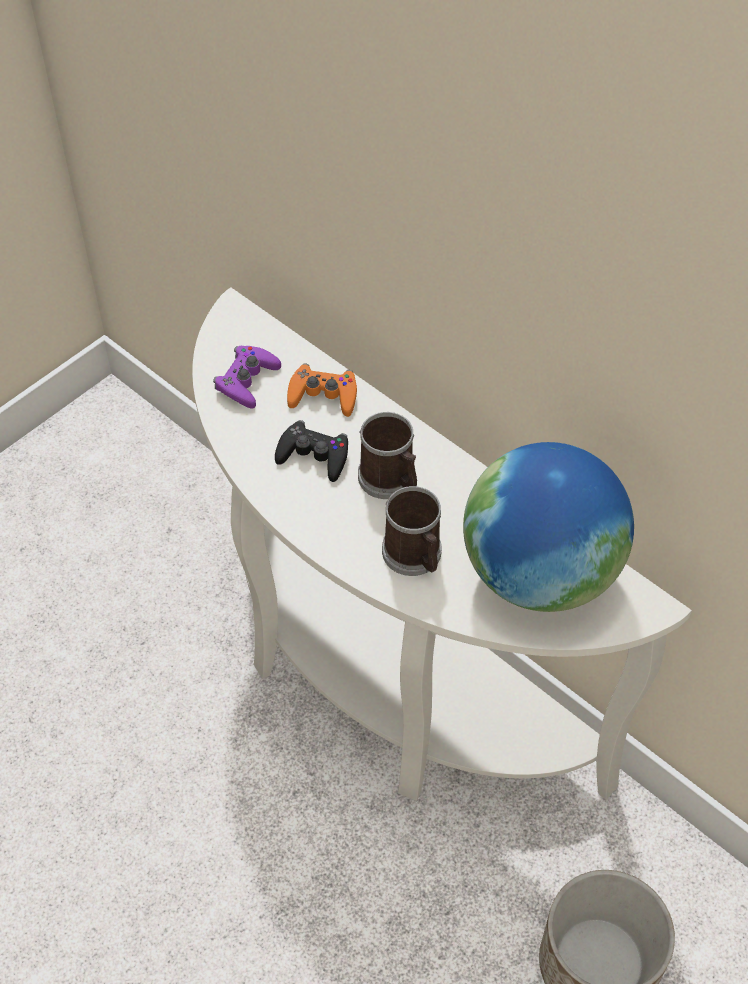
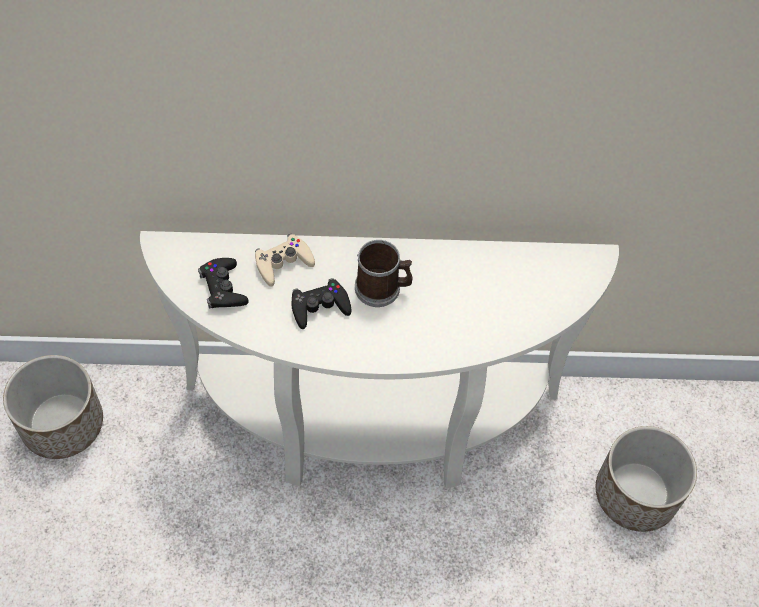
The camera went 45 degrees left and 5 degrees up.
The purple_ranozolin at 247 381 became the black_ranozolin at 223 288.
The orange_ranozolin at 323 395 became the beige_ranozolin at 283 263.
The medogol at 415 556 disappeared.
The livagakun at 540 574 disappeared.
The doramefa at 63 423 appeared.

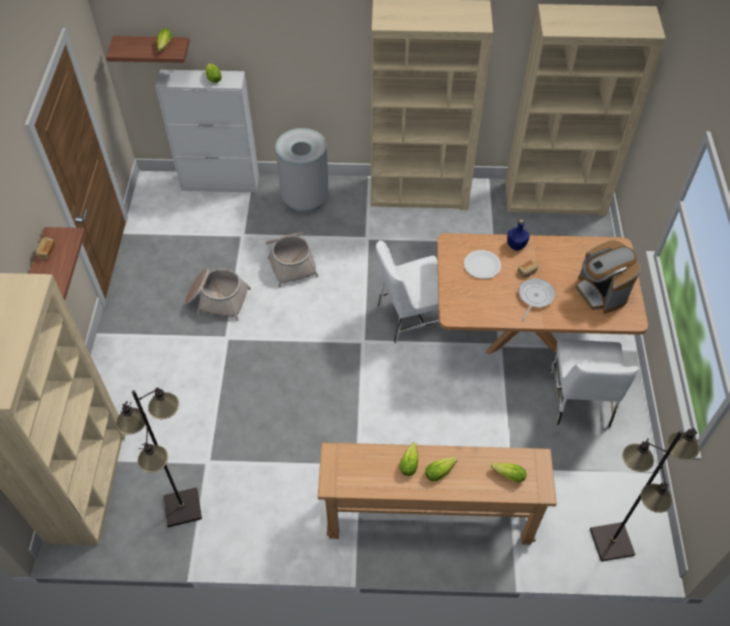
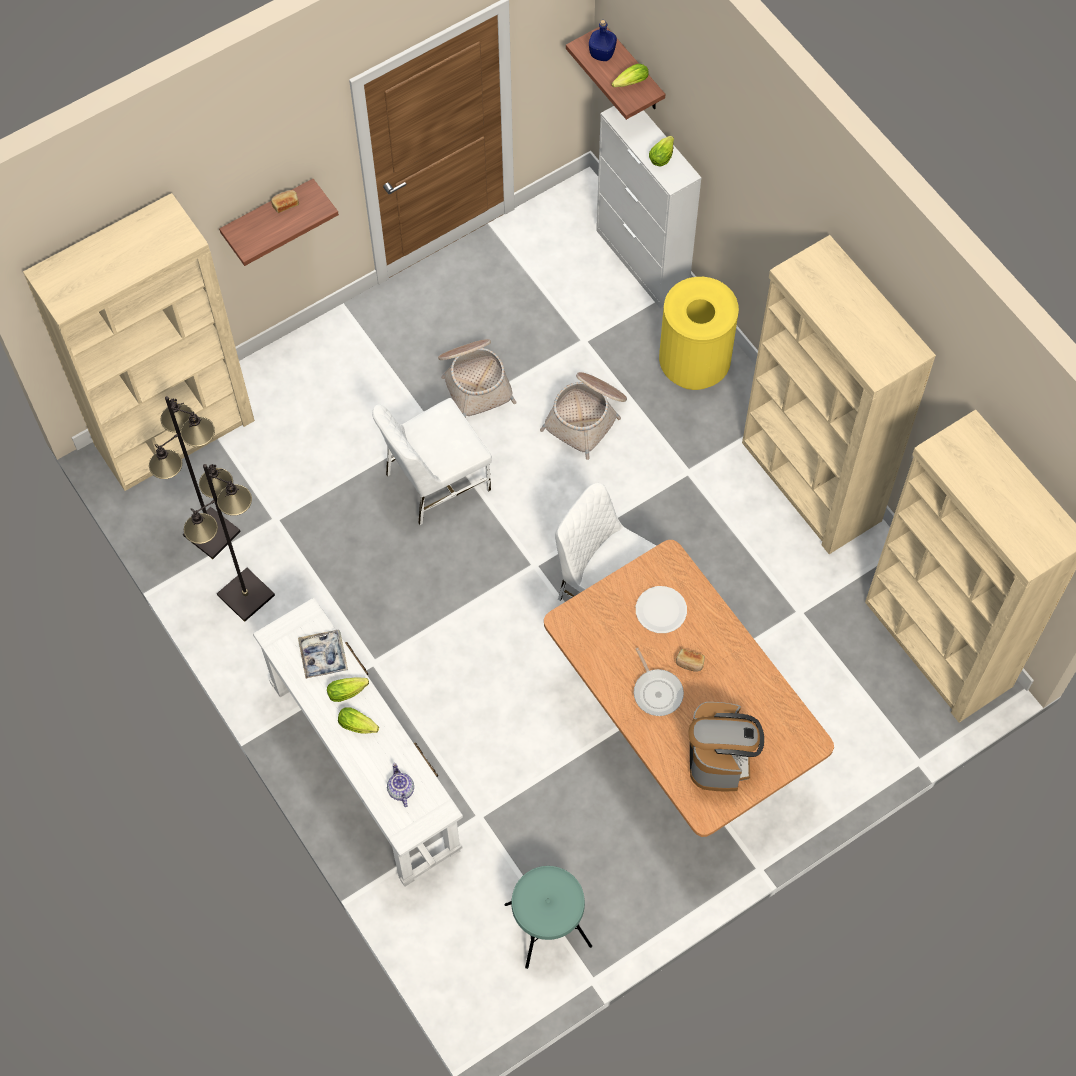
The camera went 55 degrees right and 10 degrees up.
The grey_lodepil at 305 198 became the yellow_lodepil at 694 365.
The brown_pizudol at 429 516 became the white_pizudol at 366 768.
The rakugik at 507 474 was replaced by the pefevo at 400 790.
The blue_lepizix moved from 516 245 to 602 53.
The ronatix at 535 297 turned 75 degrees clockwise.
The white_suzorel moved from 580 400 to 435 481.
The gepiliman at 600 292 turned 150 degrees clockwise.
The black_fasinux moved from 612 542 to 246 596.
The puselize at 323 656 appeared.
The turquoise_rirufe at 548 925 appeared.

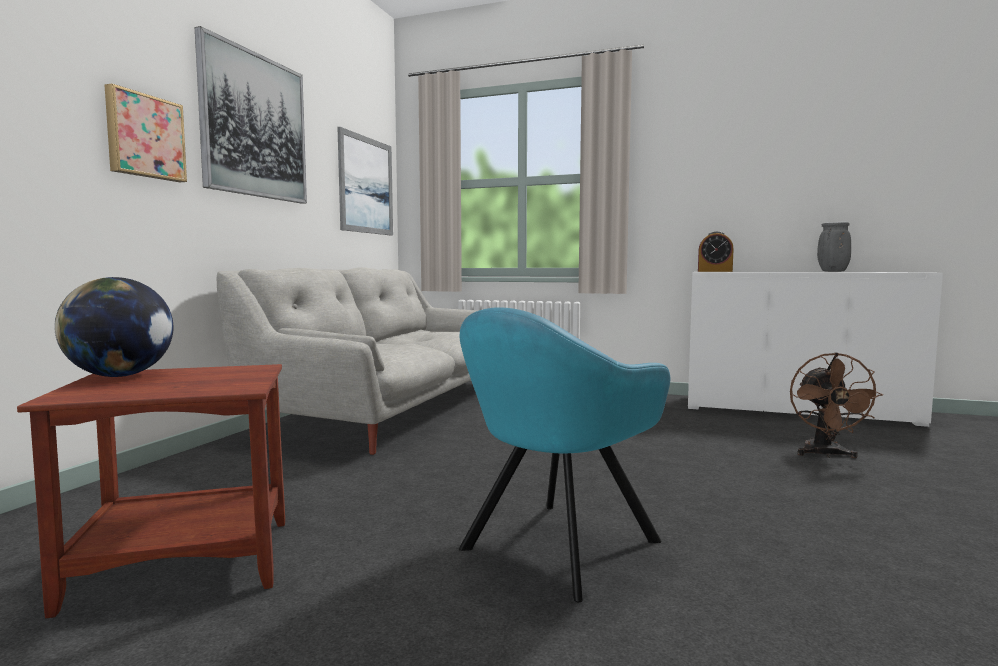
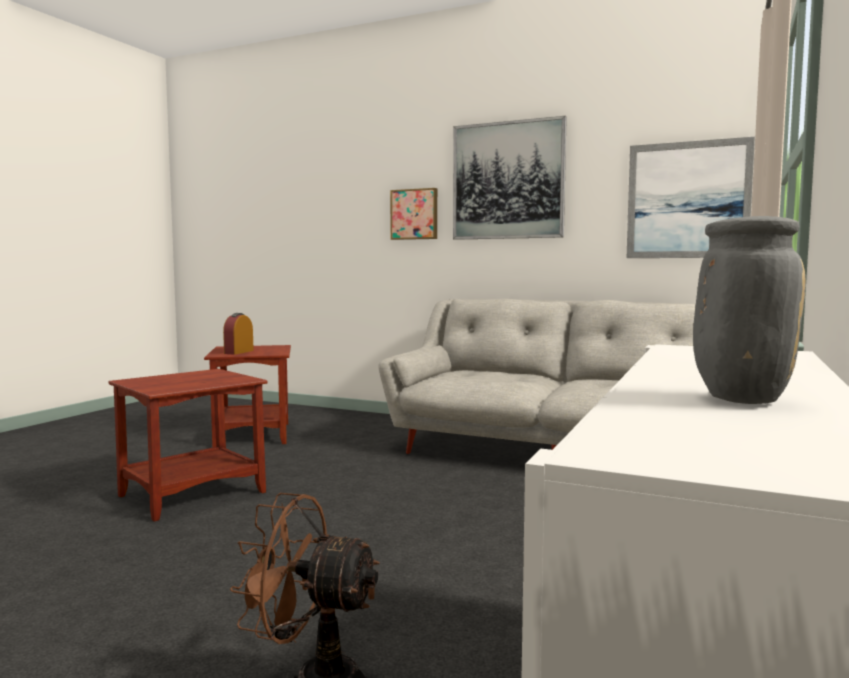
The camera went 95 degrees right and 0 degrees up.
The livagakun at 120 376 disappeared.
The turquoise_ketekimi at 555 548 was replaced by the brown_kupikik at 191 493.
The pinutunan moved from 714 271 to 239 352.

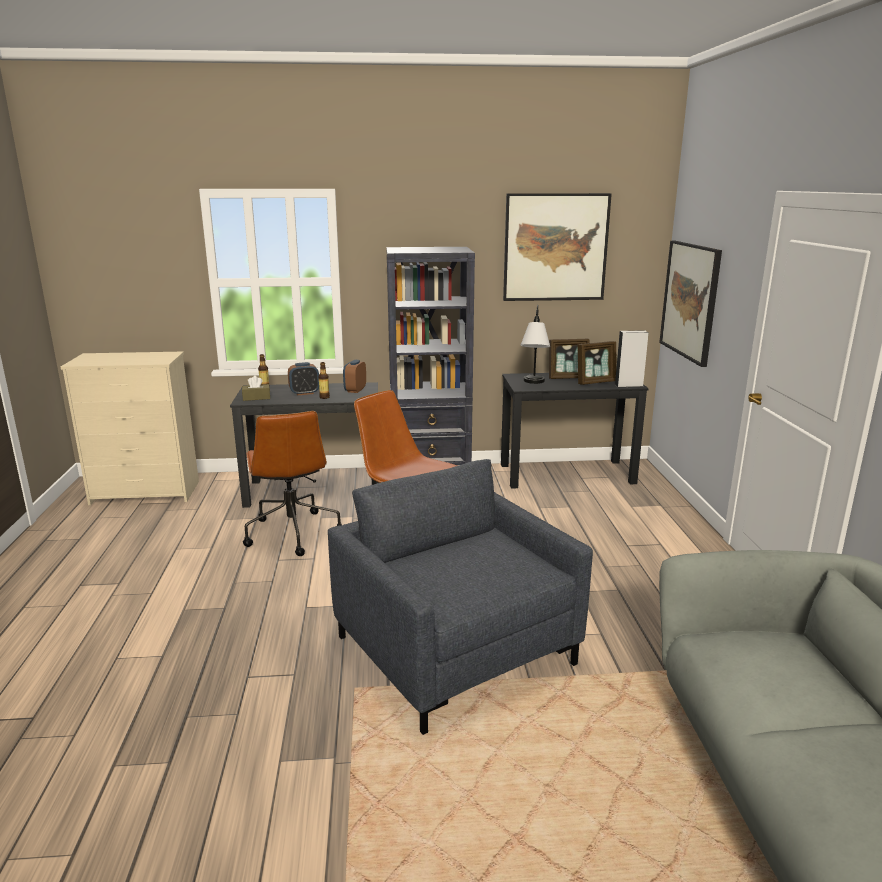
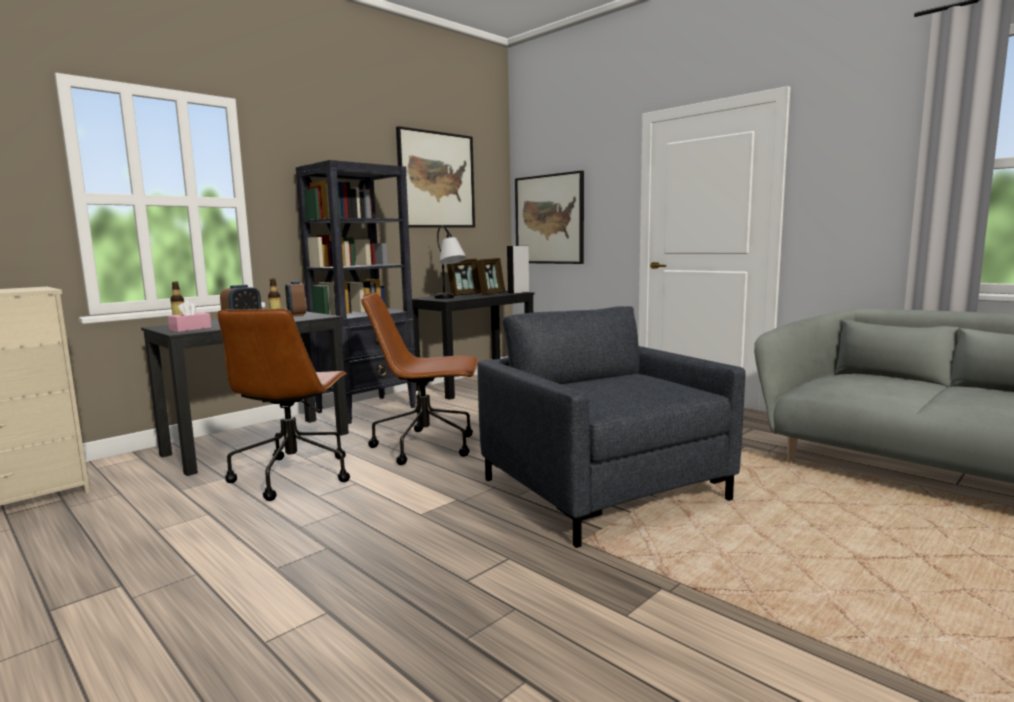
The camera went 40 degrees left and 10 degrees down.
The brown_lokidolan at 256 398 became the pink_lokidolan at 190 329.
The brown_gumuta at 292 532 turned 60 degrees clockwise.
The grey_ketekimi at 456 650 turned 45 degrees clockwise.

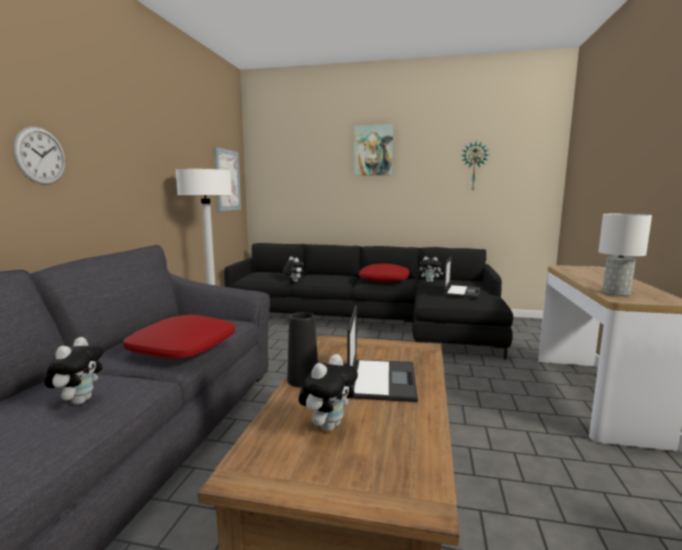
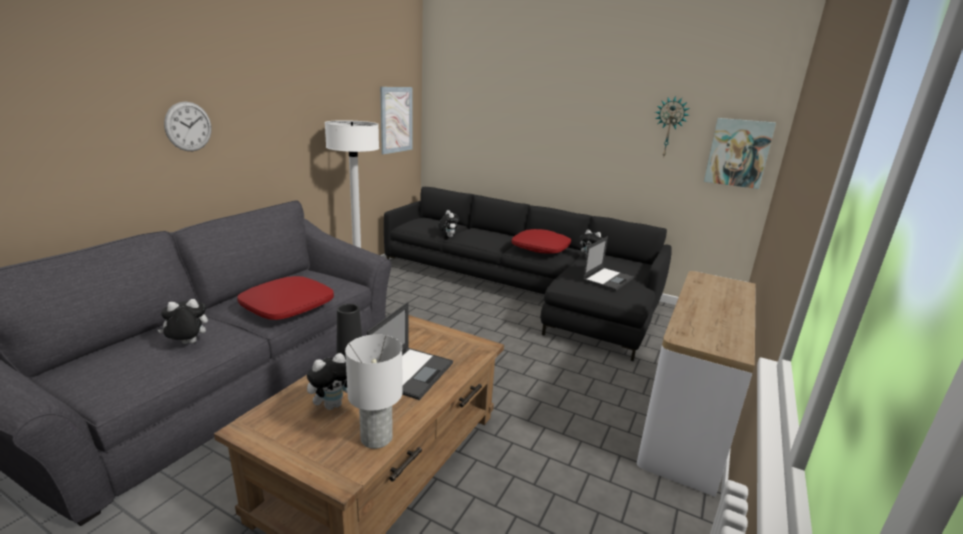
The camera went 15 degrees right and 10 degrees up.
The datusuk at 79 401 turned 135 degrees counterclockwise.
The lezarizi moved from 373 150 to 738 153.
The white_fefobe moved from 615 293 to 375 438.

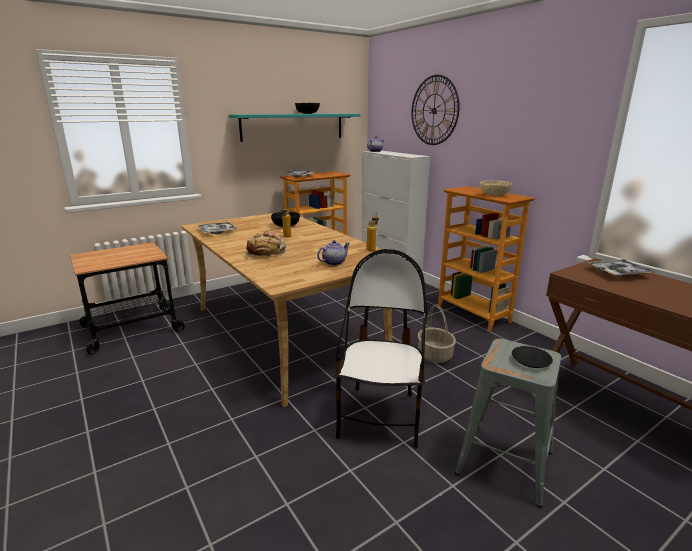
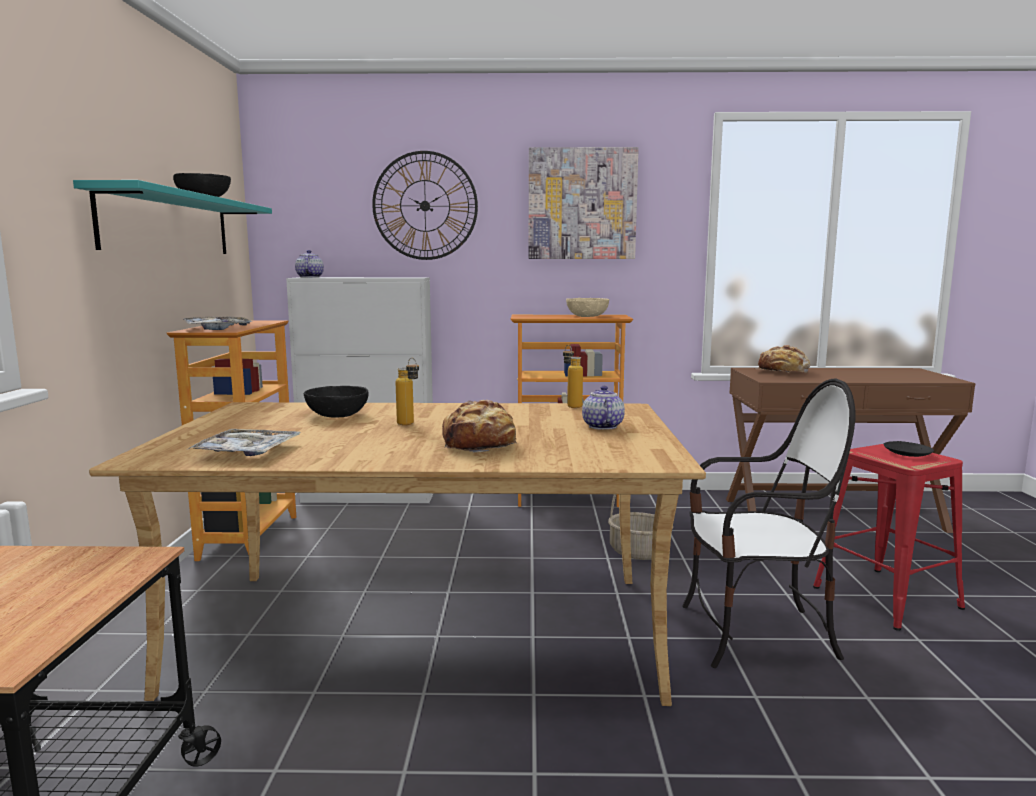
The camera went 55 degrees left and 10 degrees down.
The suzorel at 380 417 turned 135 degrees clockwise.
The grey_rirufe at 506 462 became the red_rirufe at 887 597.
The puselize at 618 273 was replaced by the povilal at 783 372.
The lezarizi at 582 204 appeared.

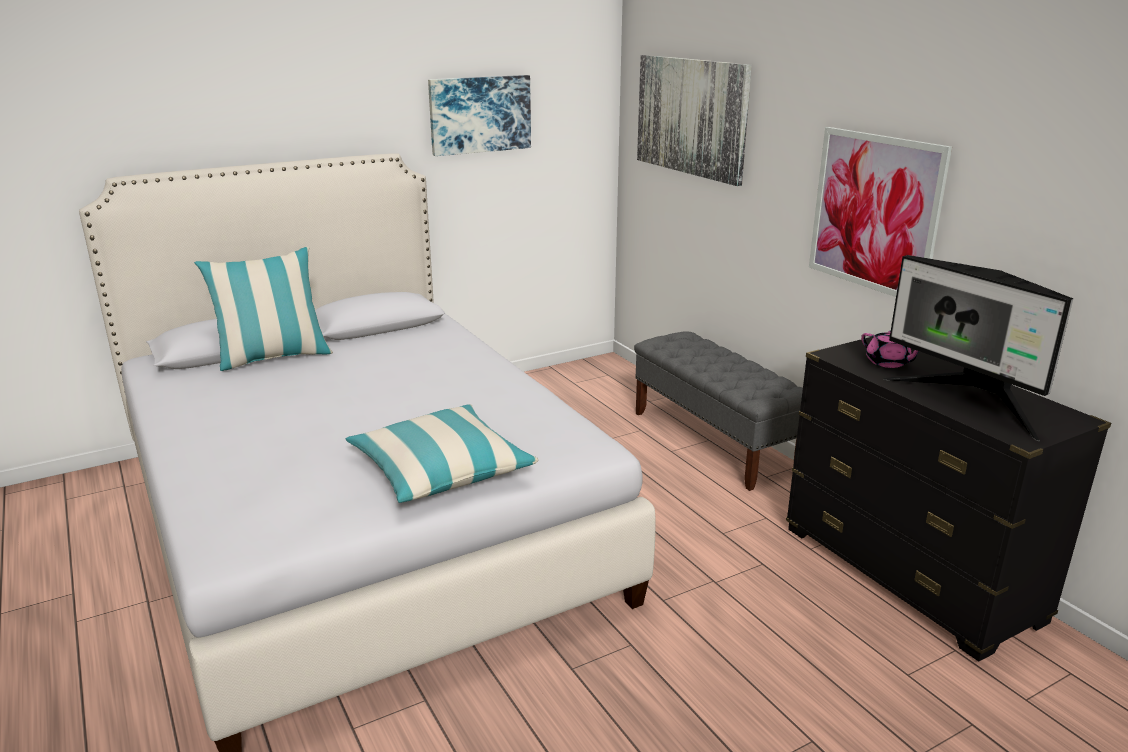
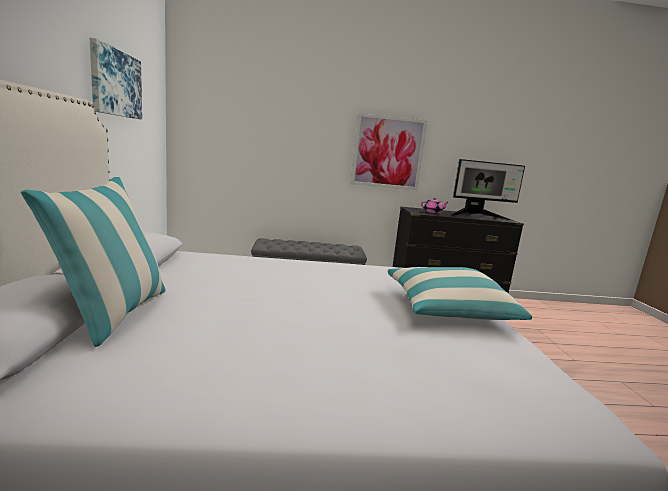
The camera went 65 degrees left and 10 degrees down.
The lezarizi at 691 116 disappeared.

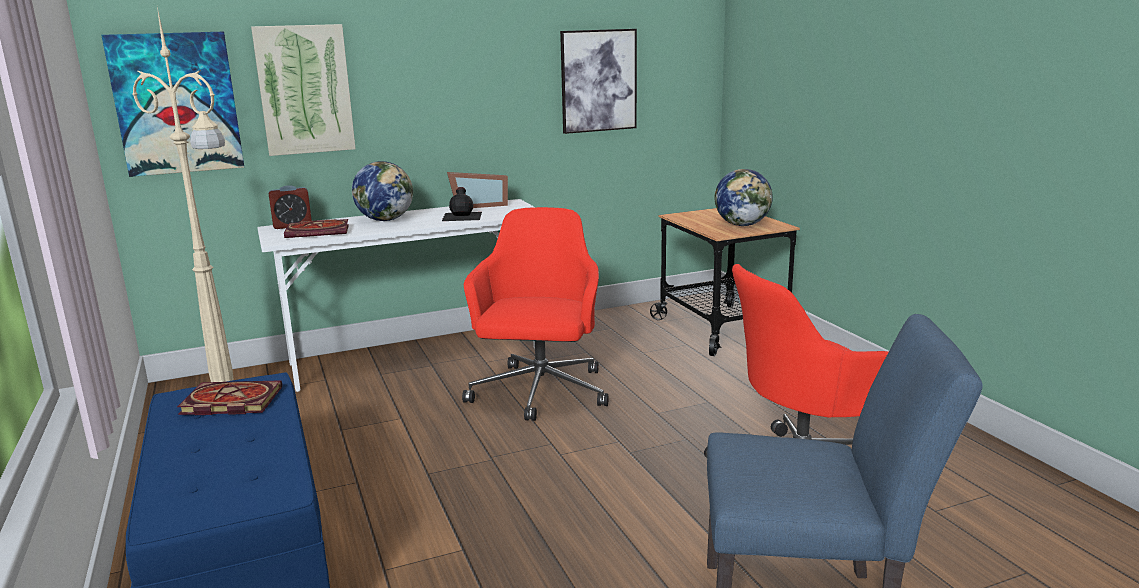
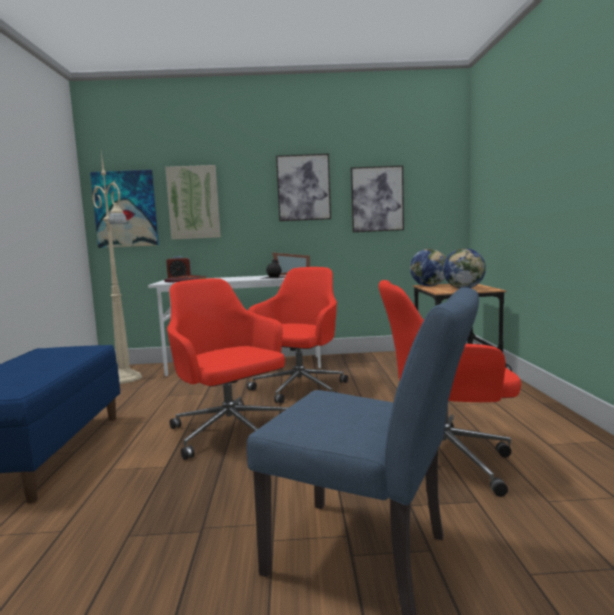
The camera went 20 degrees right and 10 degrees down.
The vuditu at 229 402 disappeared.
The livagakun moved from 385 220 to 429 286.
The red_gumuta at 230 432 appeared.
The lezarizi at 303 188 appeared.

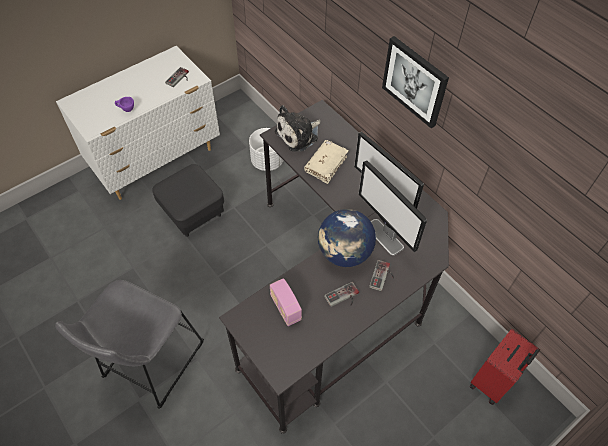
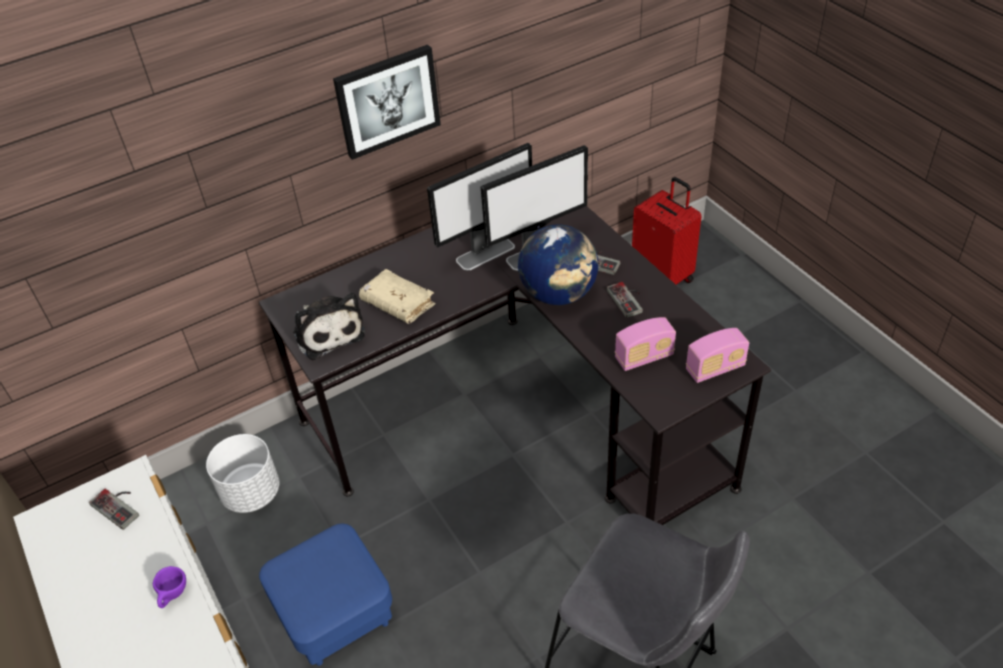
The camera went 80 degrees left and 10 degrees down.
The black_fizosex at 193 212 became the blue_fizosex at 335 614.
The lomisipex at 715 368 appeared.

